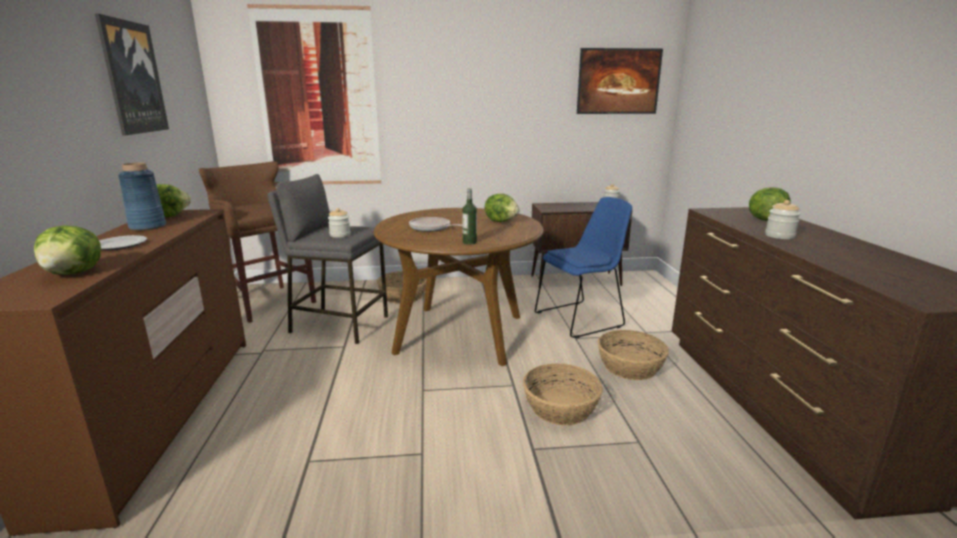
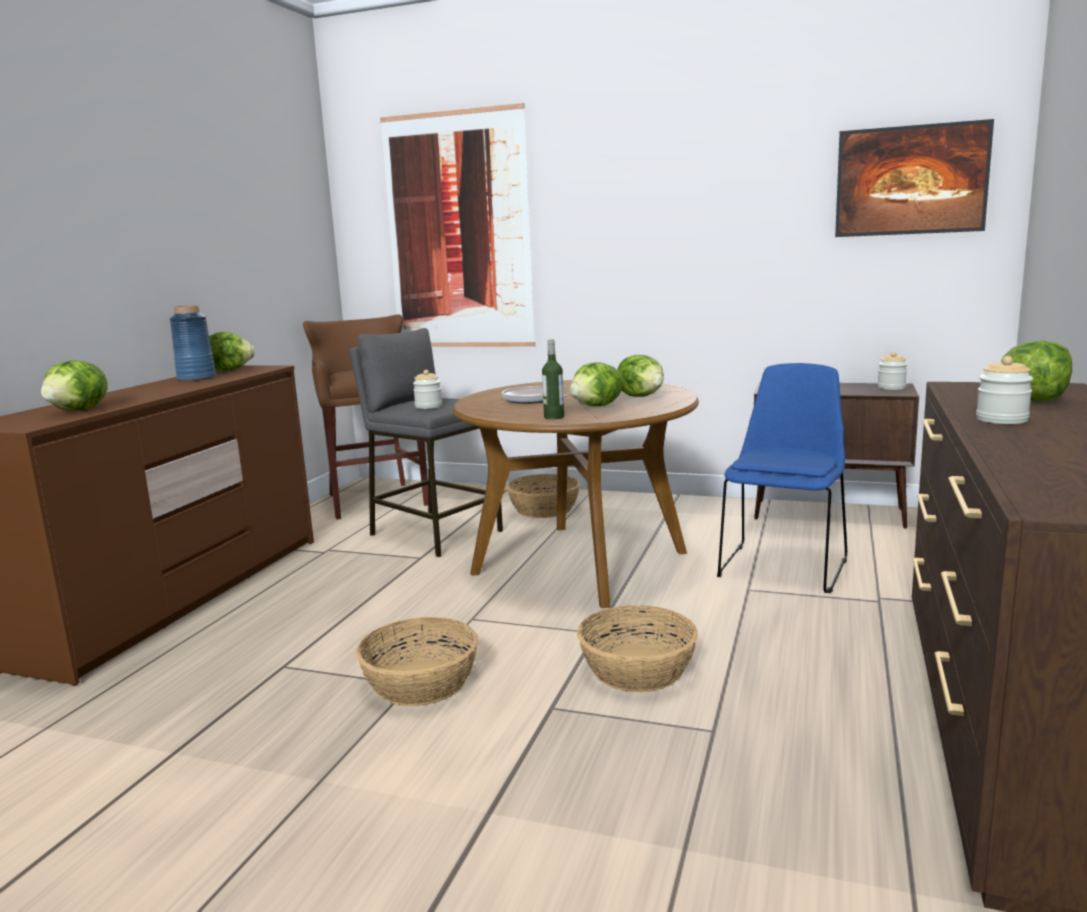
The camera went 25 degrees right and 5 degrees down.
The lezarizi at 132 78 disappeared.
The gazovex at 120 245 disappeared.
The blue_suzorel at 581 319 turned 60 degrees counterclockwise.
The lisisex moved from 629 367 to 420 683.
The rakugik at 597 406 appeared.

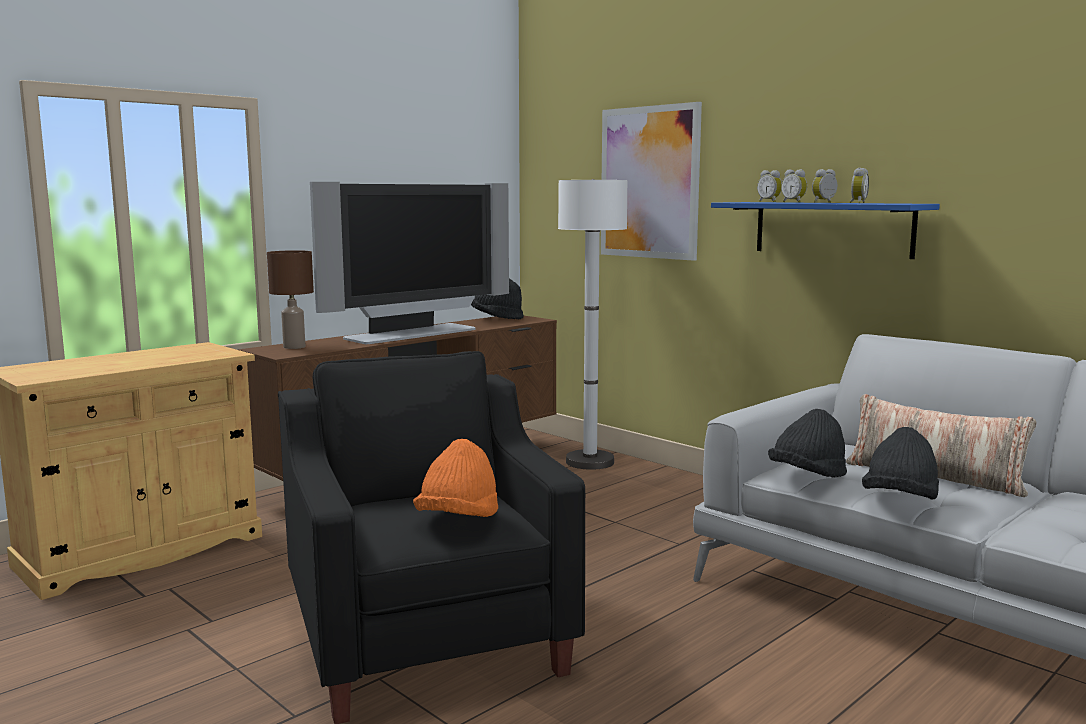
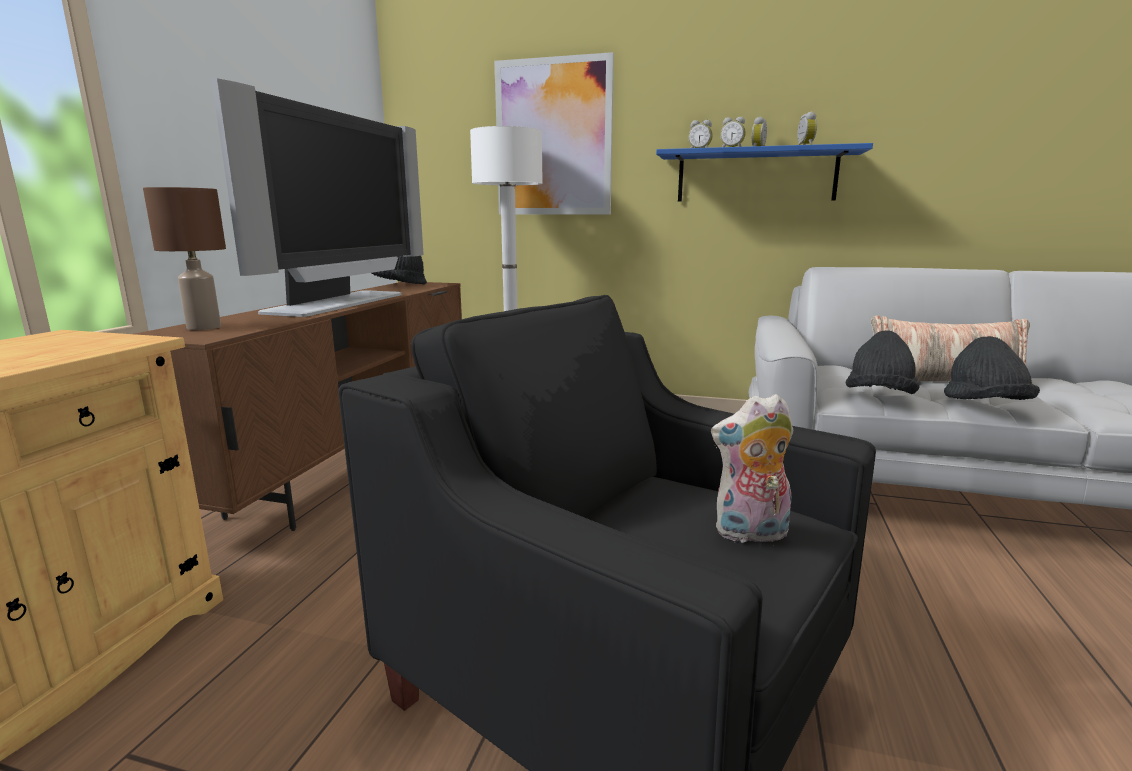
The camera went 30 degrees left and 5 degrees up.
The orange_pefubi at 458 520 was replaced by the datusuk at 750 534.

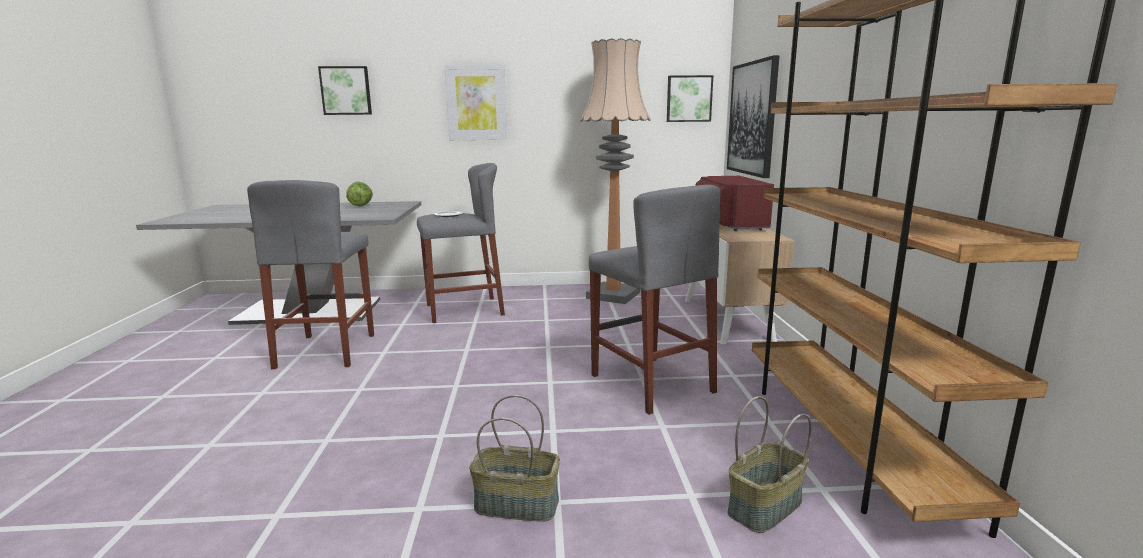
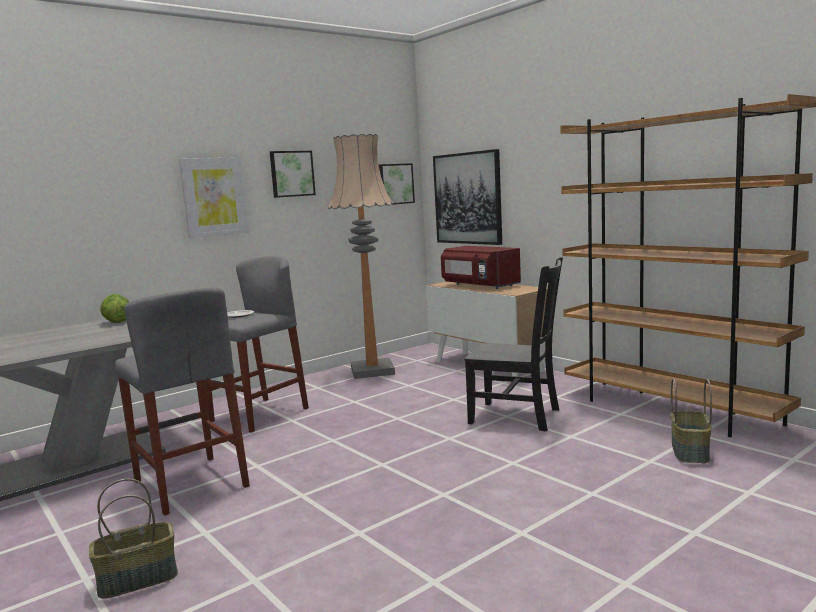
The camera went 35 degrees left and 5 degrees down.
The lezarizi moved from 346 91 to 291 174.
The lisisex moved from 517 504 to 138 578.
The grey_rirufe at 651 383 was replaced by the black_suzorel at 518 416.

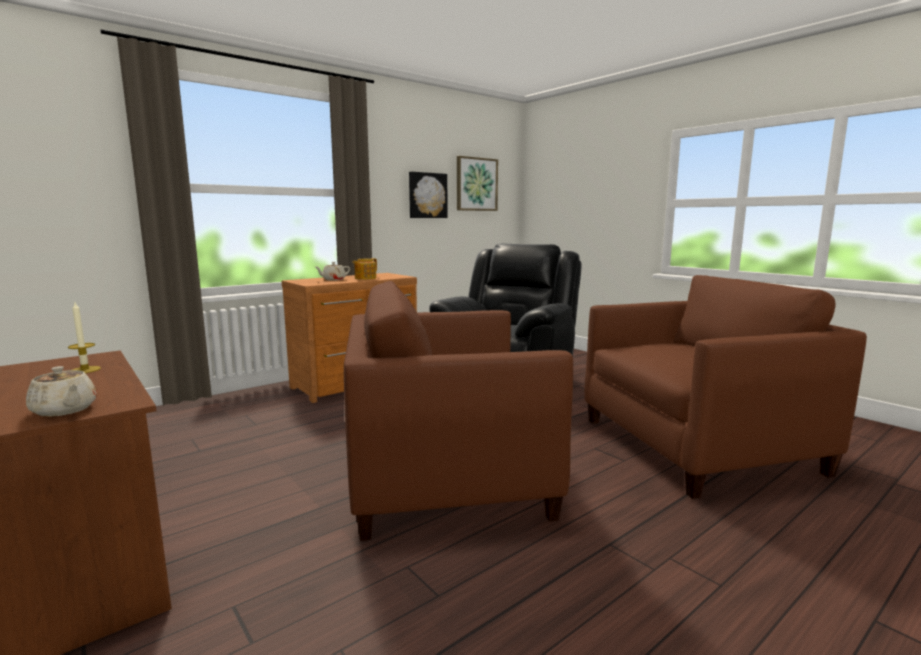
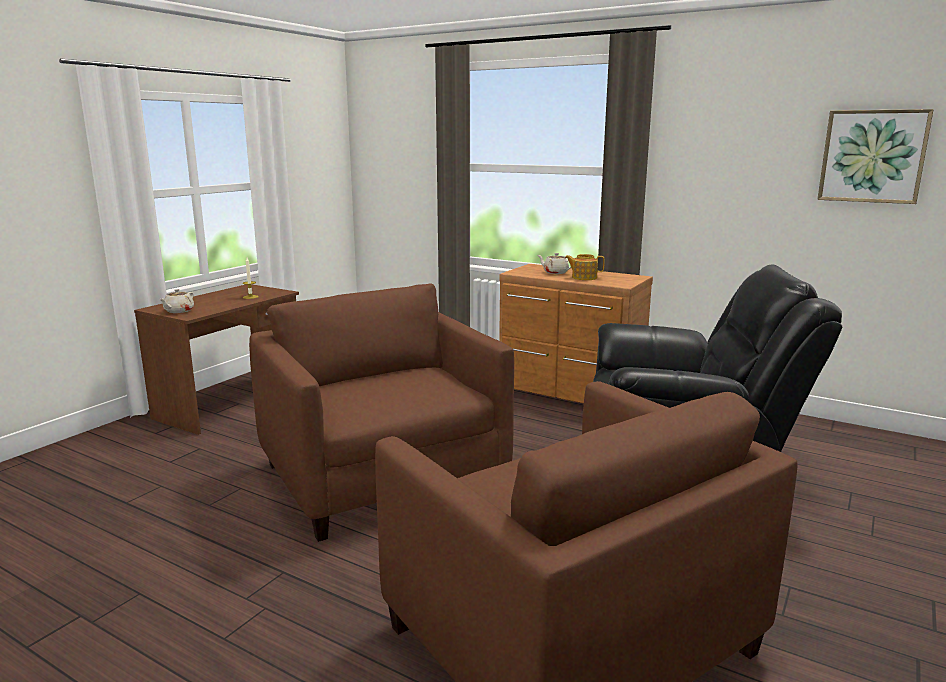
The camera went 70 degrees right and 5 degrees up.
The lezarizi at 427 195 disappeared.

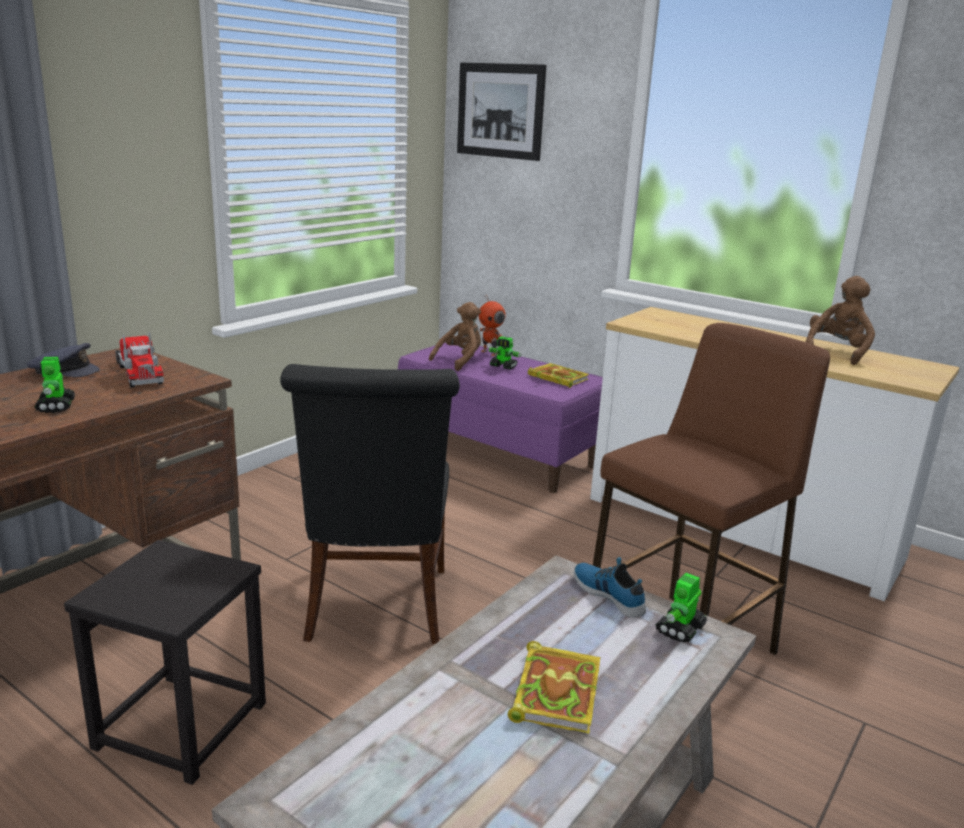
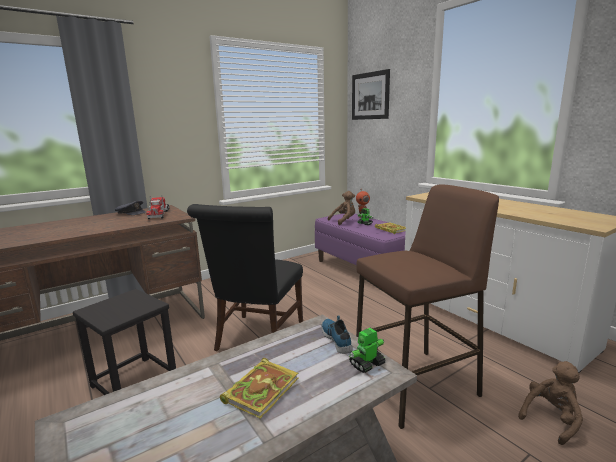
The camera went 20 degrees right and 5 degrees down.
The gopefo at 56 406 disappeared.
The brown_datusuk moved from 836 352 to 551 419.

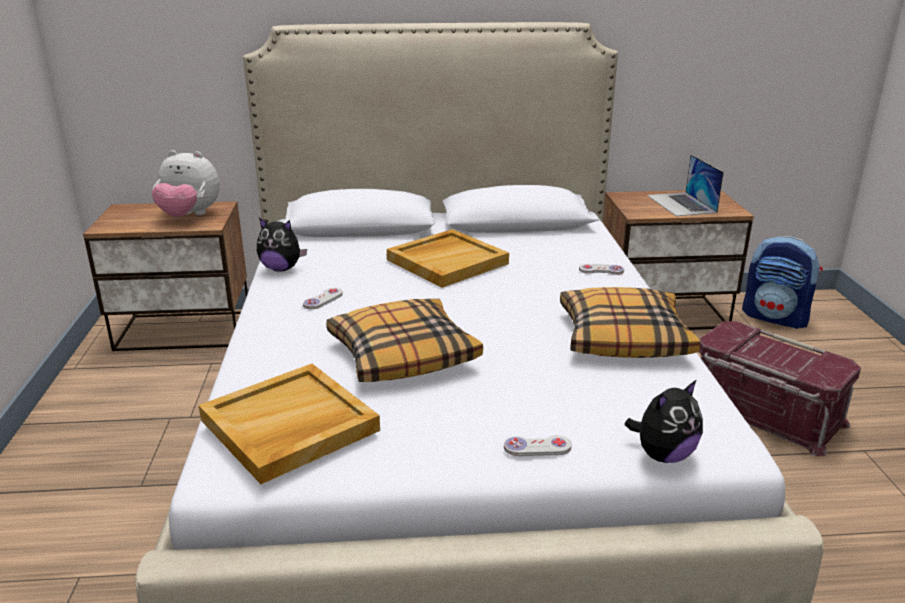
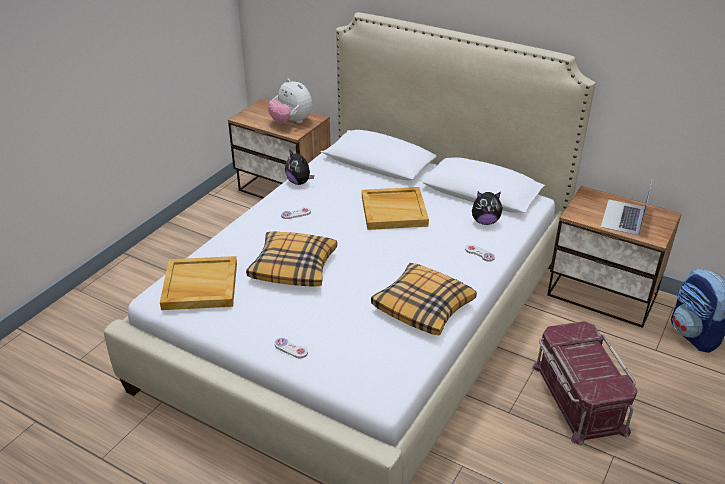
The camera went 35 degrees right and 10 degrees up.
The datusuk moved from 663 455 to 485 222.

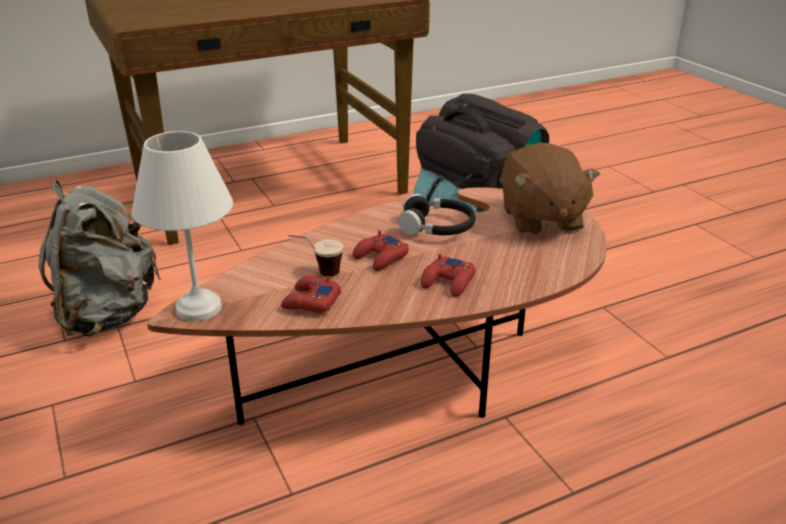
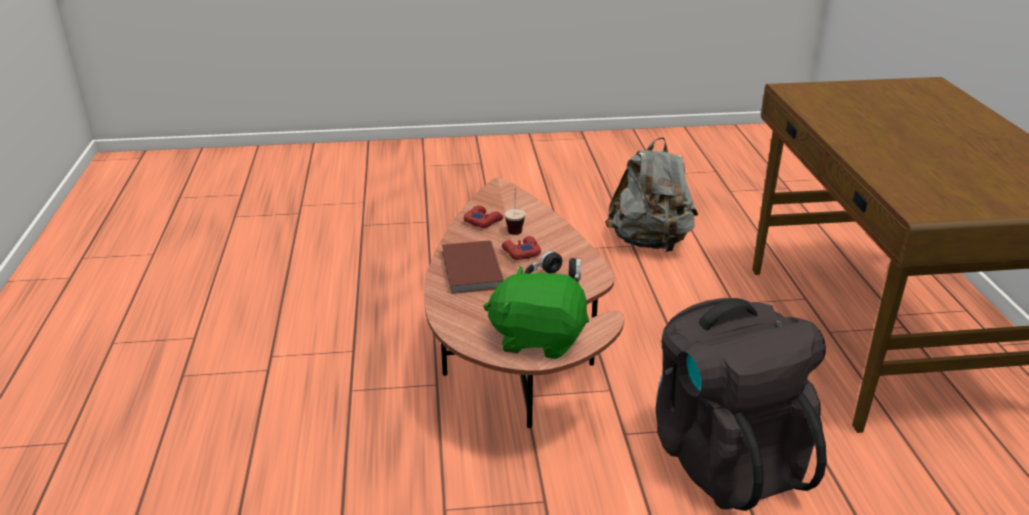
The camera went 110 degrees right and 0 degrees up.
The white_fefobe at 198 309 disappeared.
The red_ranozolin at 448 282 was replaced by the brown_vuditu at 470 270.
The brown_datusuk at 540 219 became the green_datusuk at 538 338.

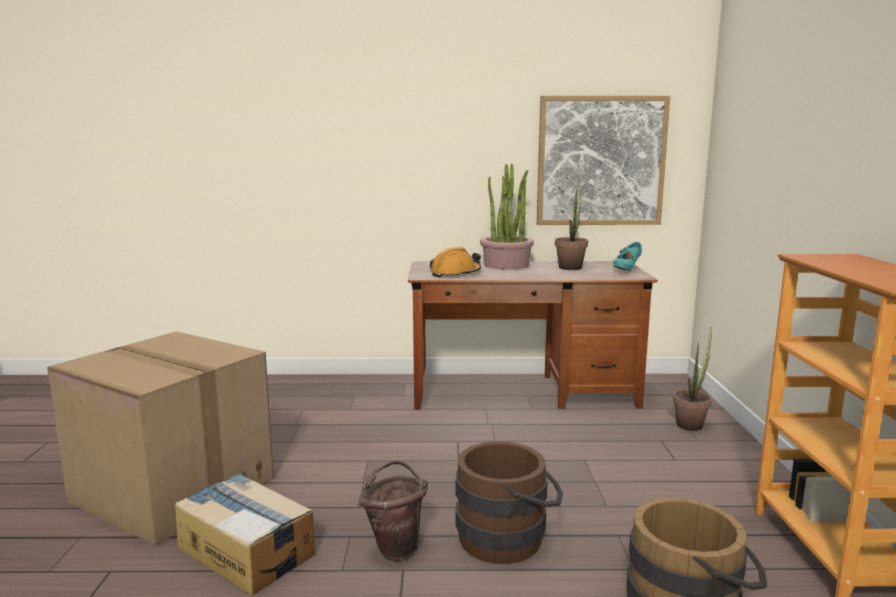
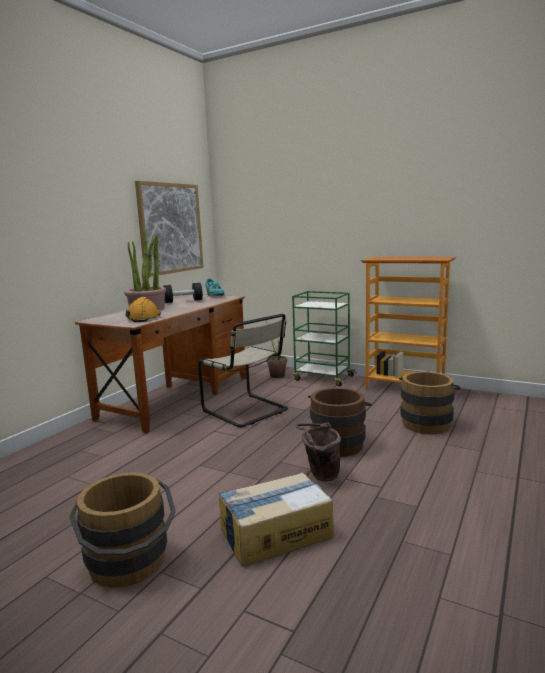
The camera went 60 degrees left and 0 degrees up.
The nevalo at 170 490 was replaced by the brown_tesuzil at 130 565.
The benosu at 571 267 was replaced by the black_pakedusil at 183 301.
The beige_suzorel at 247 411 appeared.
The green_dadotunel at 323 378 appeared.

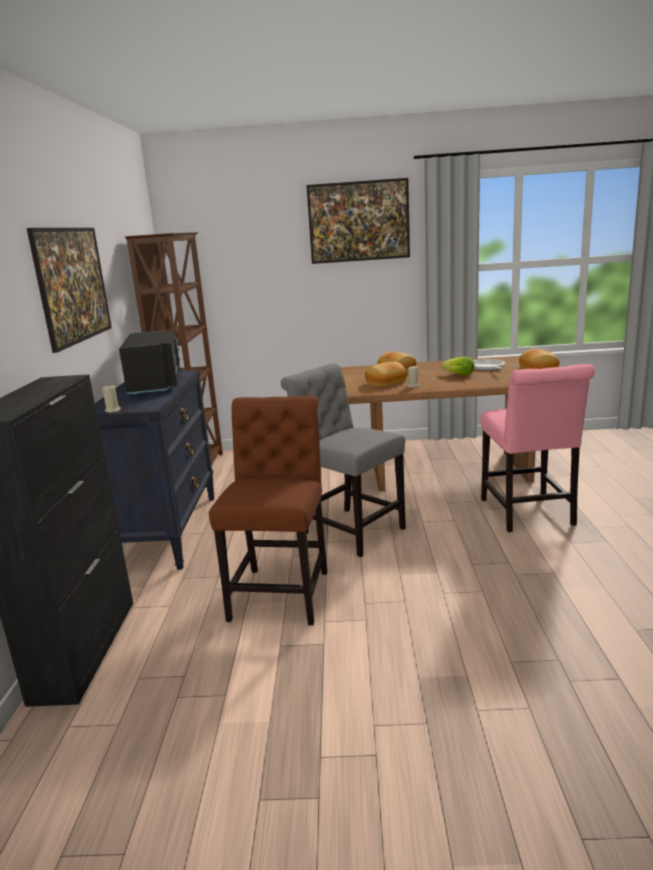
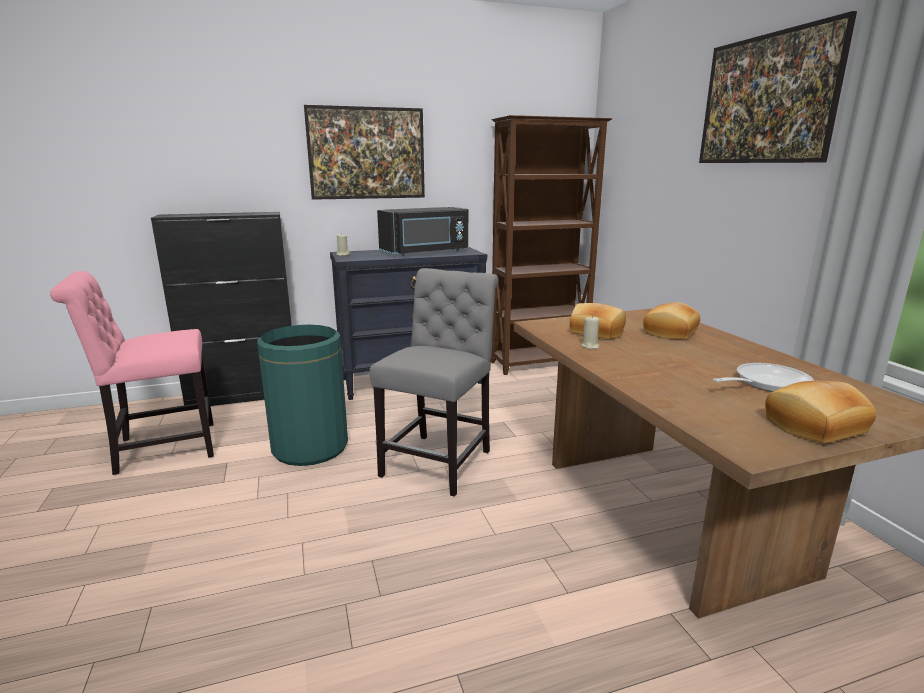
The camera went 70 degrees right and 0 degrees up.
The brown_suzorel at 282 592 was replaced by the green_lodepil at 310 447.
The rakugik at 458 375 disappeared.
The pink_suzorel moved from 528 514 to 160 449.

